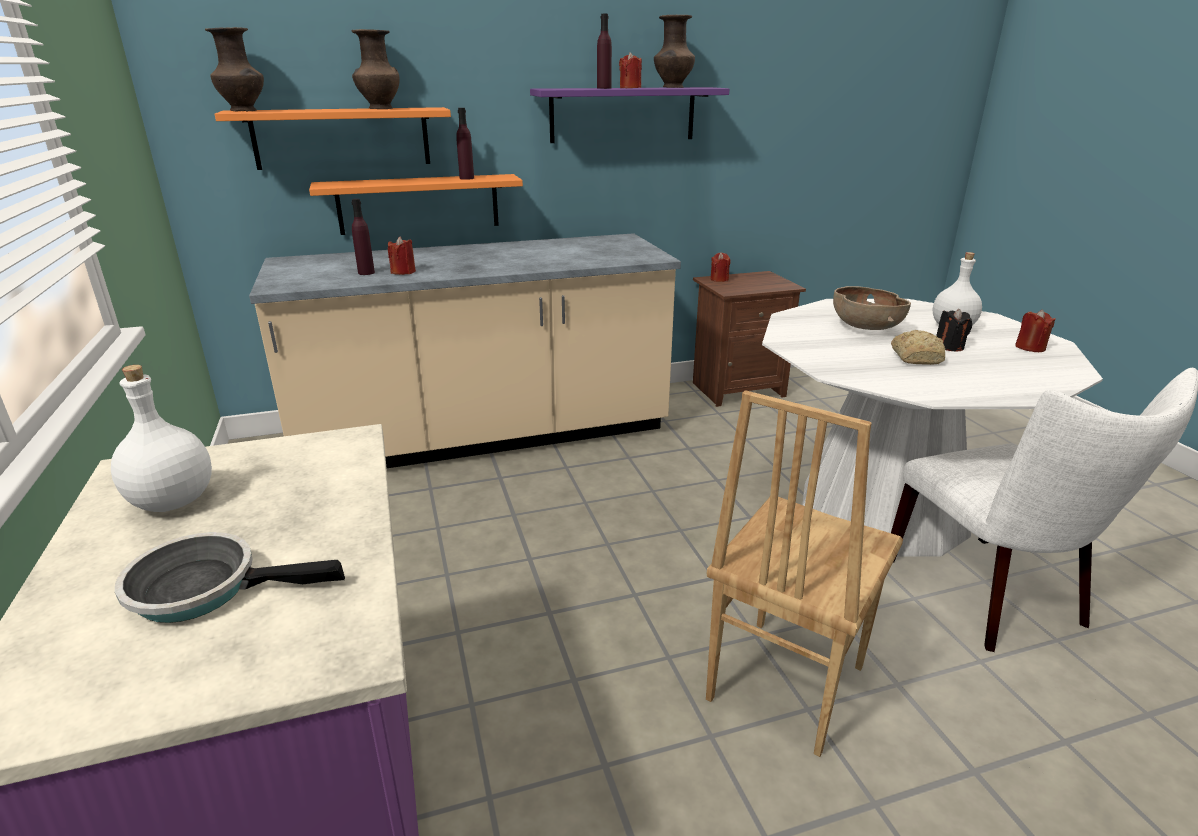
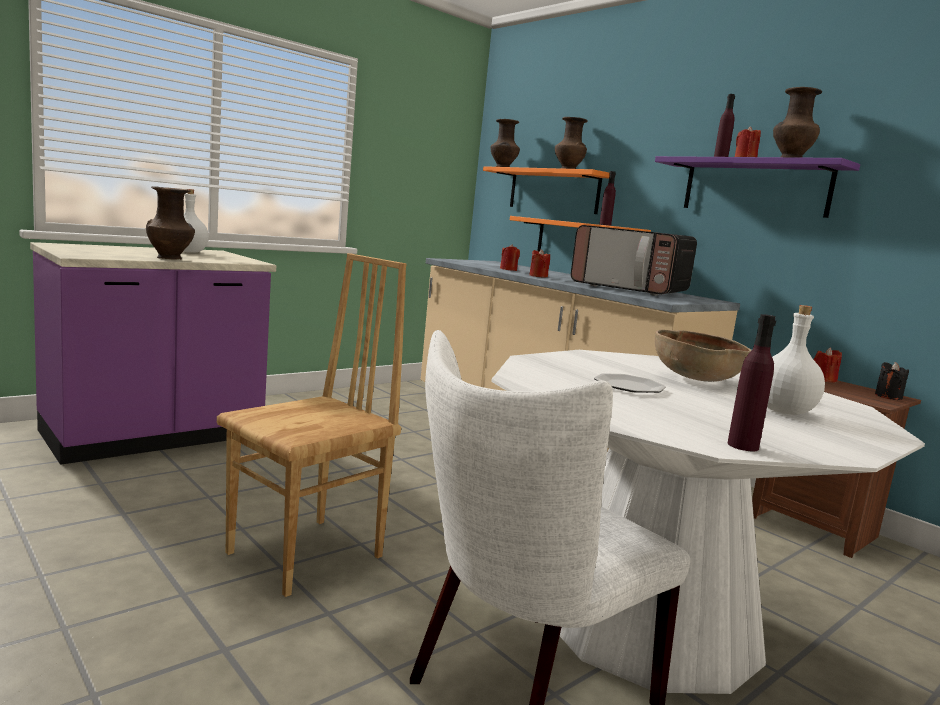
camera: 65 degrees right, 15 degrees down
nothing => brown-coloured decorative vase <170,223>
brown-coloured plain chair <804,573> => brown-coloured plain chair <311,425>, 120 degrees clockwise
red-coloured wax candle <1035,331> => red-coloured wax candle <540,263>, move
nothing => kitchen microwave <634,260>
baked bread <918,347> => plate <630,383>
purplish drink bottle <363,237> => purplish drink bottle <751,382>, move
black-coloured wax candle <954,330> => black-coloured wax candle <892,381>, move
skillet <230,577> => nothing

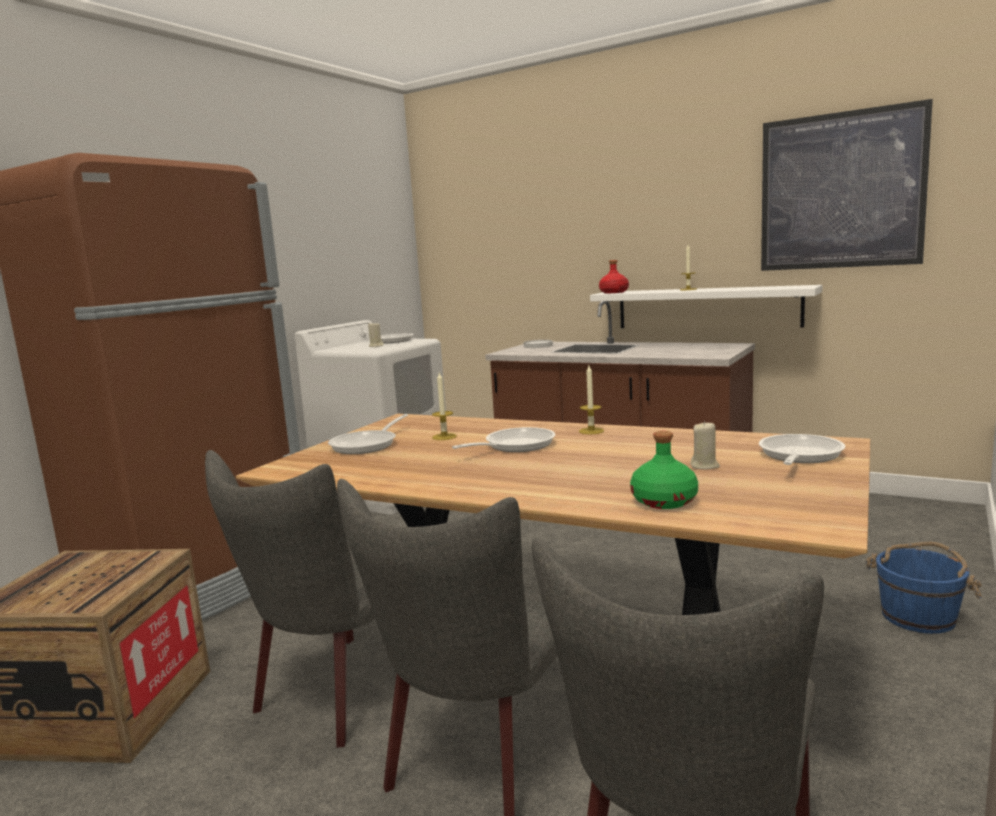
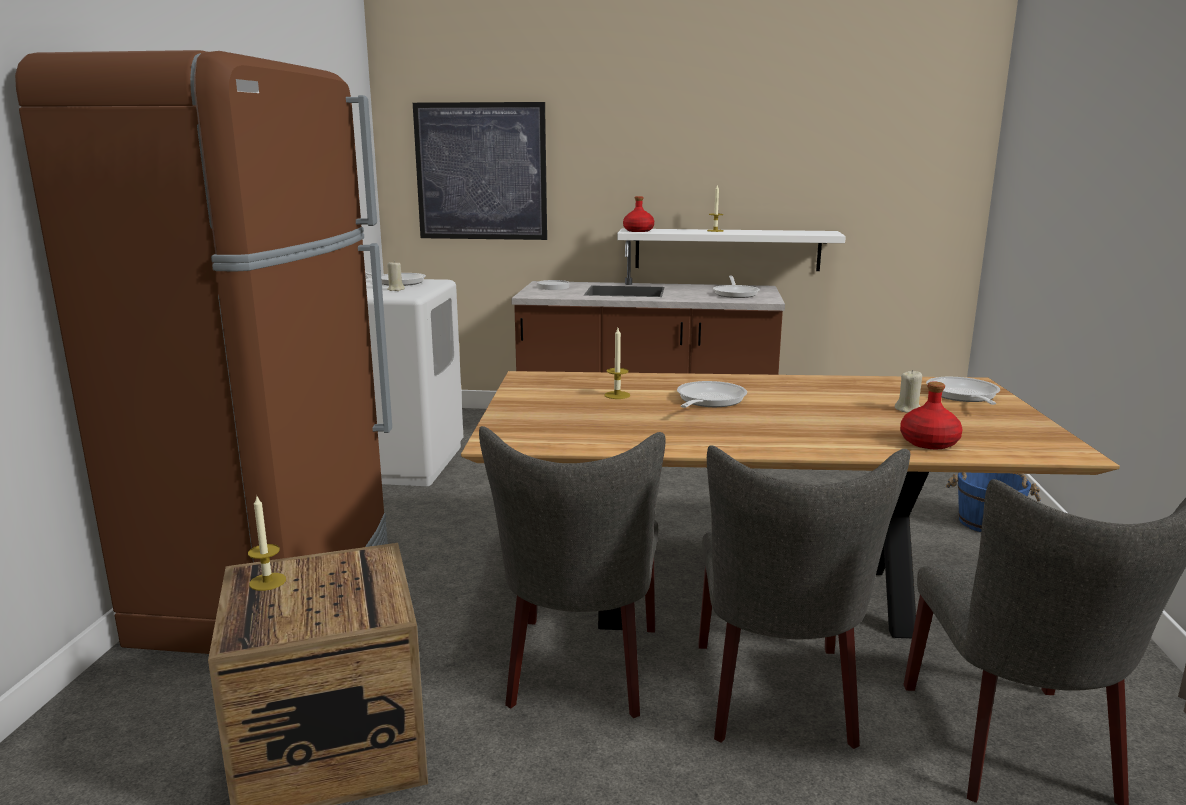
camera: 25 degrees left, 5 degrees up
wax candle <591,399> => wax candle <267,543>, move
wall art <847,185> => wall art <480,171>, move
skillet <368,434> => skillet <736,287>, move
green drink bottle <664,470> => red-coloured drink bottle <931,415>

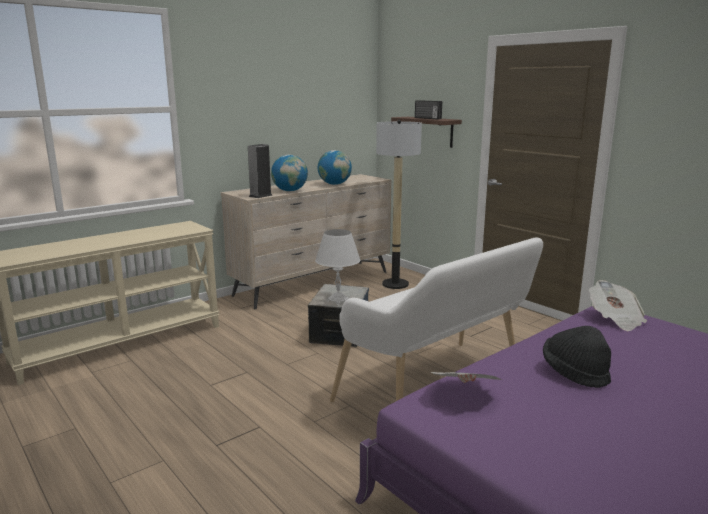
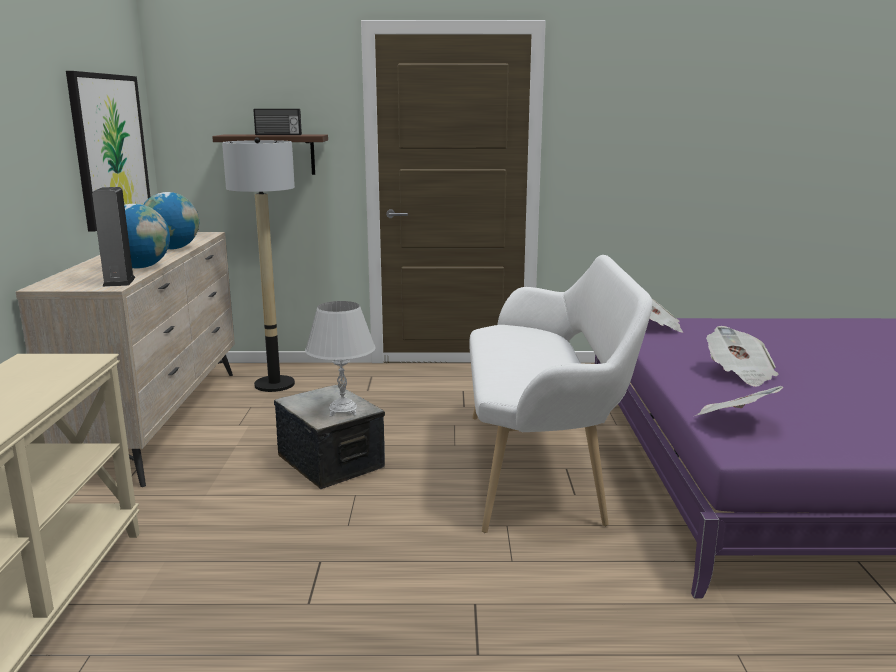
camera: 50 degrees left, 0 degrees up
nothing => wall art <108,151>
black-coloured hat <577,357> => daily paper <742,356>

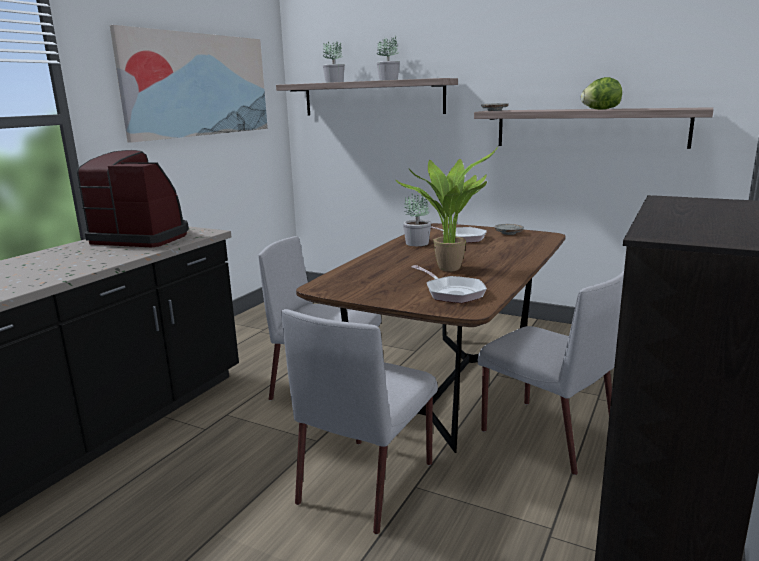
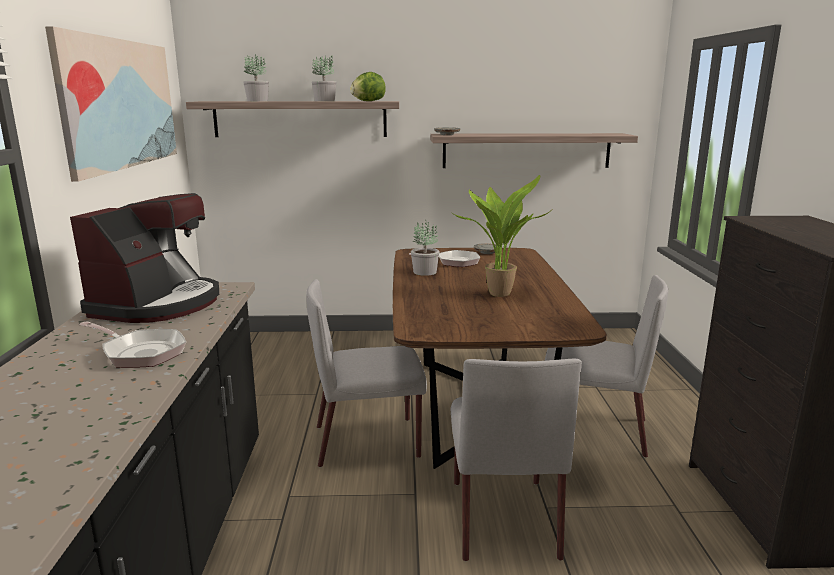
camera: 30 degrees left, 0 degrees up
coffee brewer <133,198> => coffee brewer <144,258>, 120 degrees clockwise
skillet <449,284> => skillet <132,344>, move
lettuce head <601,93> => lettuce head <368,86>, move

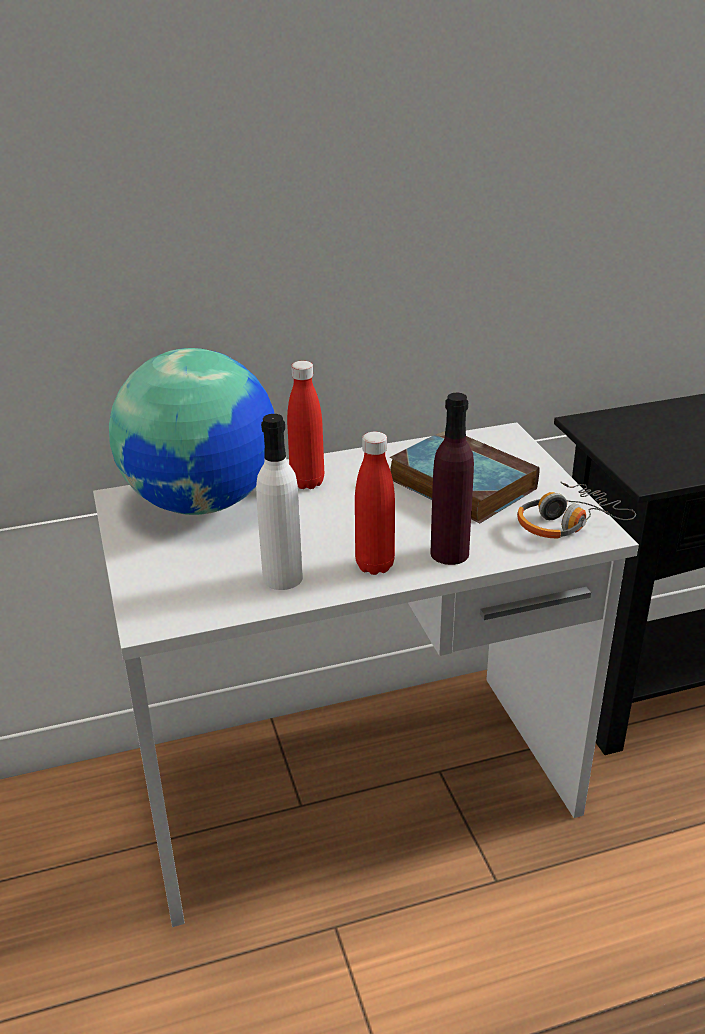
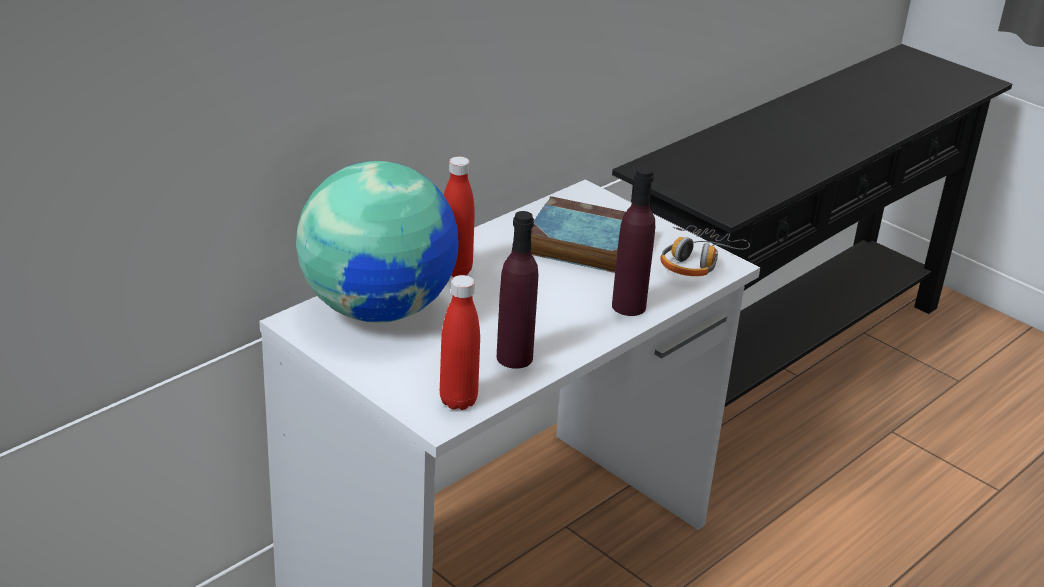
camera: 30 degrees left, 0 degrees up
red-coloured drink bottle <375,503> => red-coloured drink bottle <460,342>, move
white-coloured drink bottle <279,502> => purplish drink bottle <517,290>

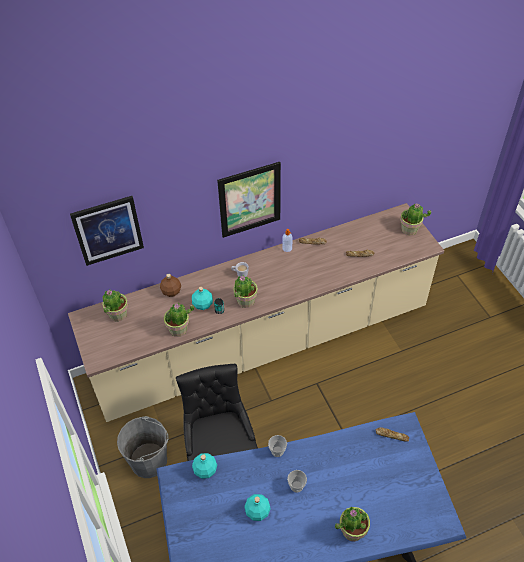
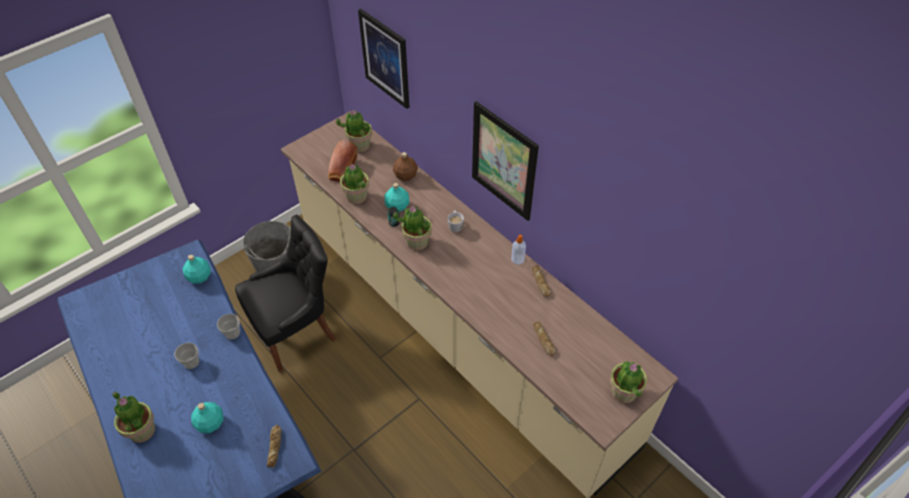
camera: 70 degrees right, 0 degrees up
turquoise-coloured drink bottle <257,507> => turquoise-coloured drink bottle <207,417>, move
nothing => baked bread <343,161>

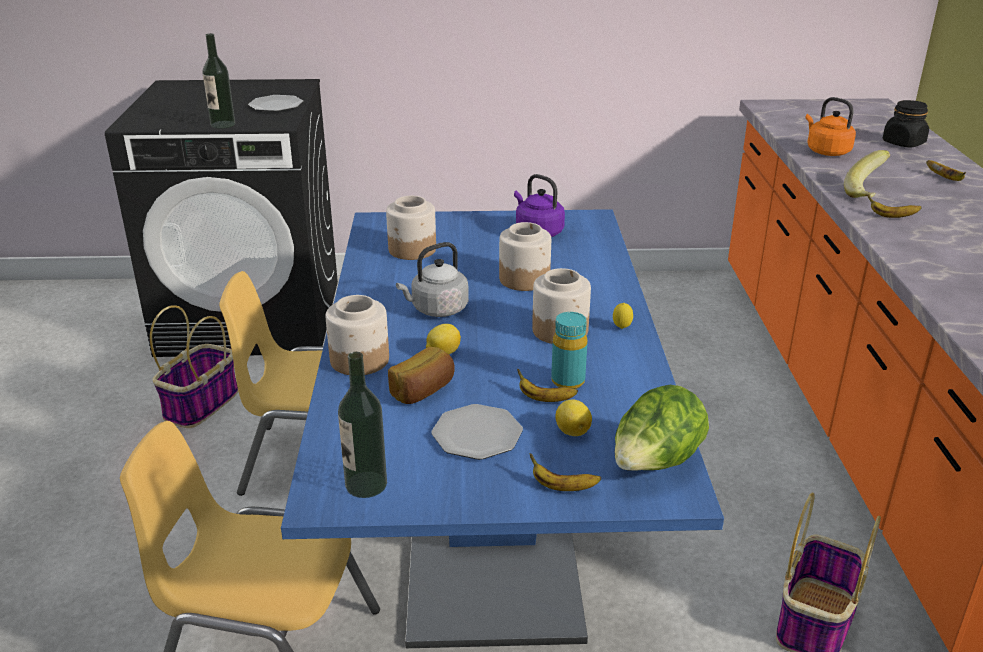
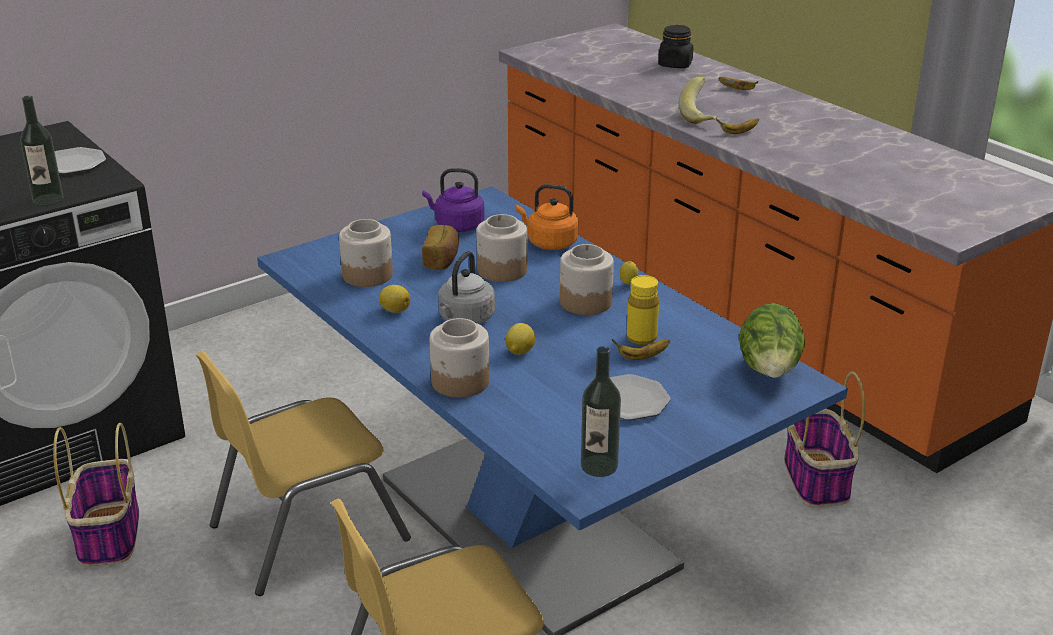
camera: 35 degrees left, 0 degrees up
whole lemon <573,417> => whole lemon <395,299>, move
baked bread <421,375> => baked bread <440,247>, move
orange tea kettle <830,126> => orange tea kettle <547,217>, move
turquoise-coloured drink bottle <569,350> => yellowish drink bottle <643,310>
whole banana <565,472> => nothing

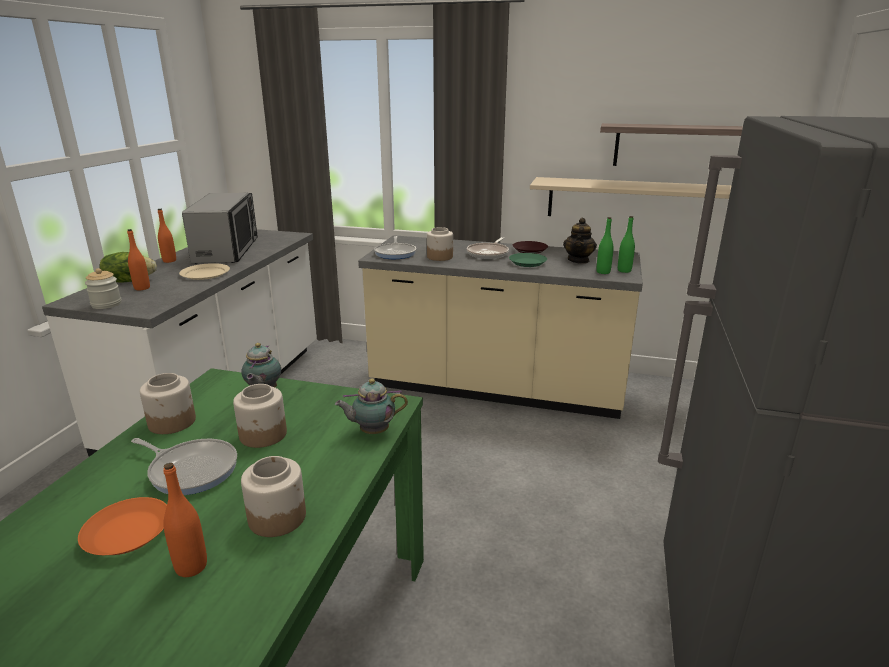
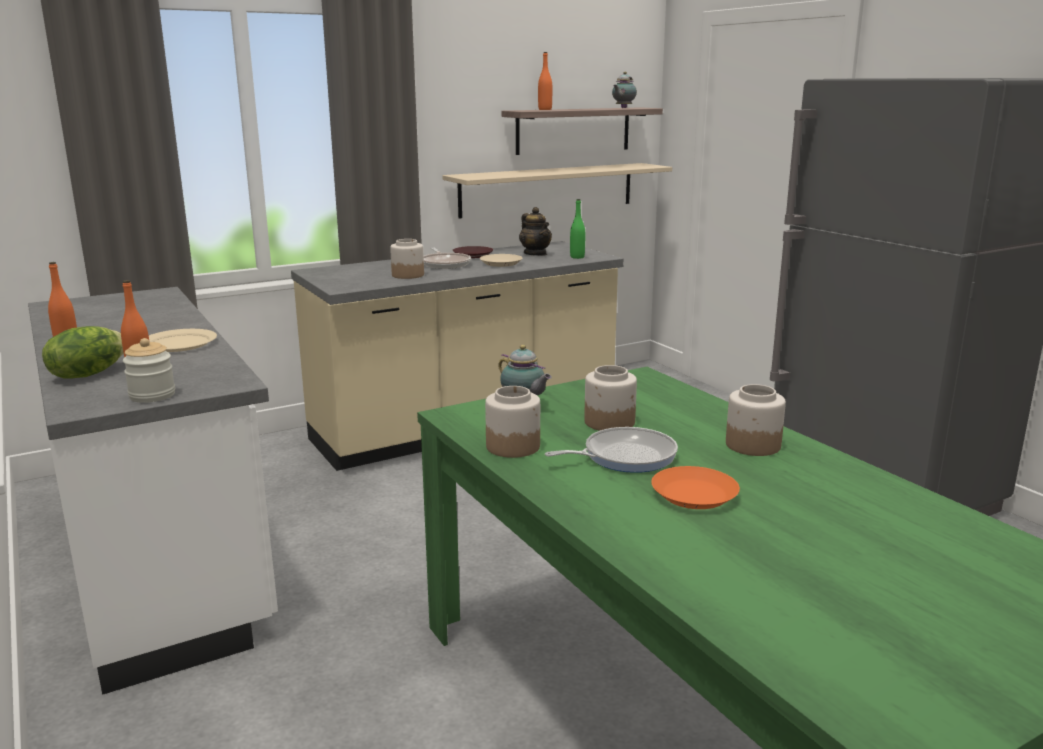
camera: 45 degrees left, 5 degrees down
green plate <528,260> => beige-coloured plate <501,260>
orange drink bottle <185,520> => orange drink bottle <545,81>, move
teapot <371,406> => teapot <624,90>, move
kitchen microwave <220,228> => nothing
skillet <395,247> => nothing
green drink bottle <626,244> => nothing

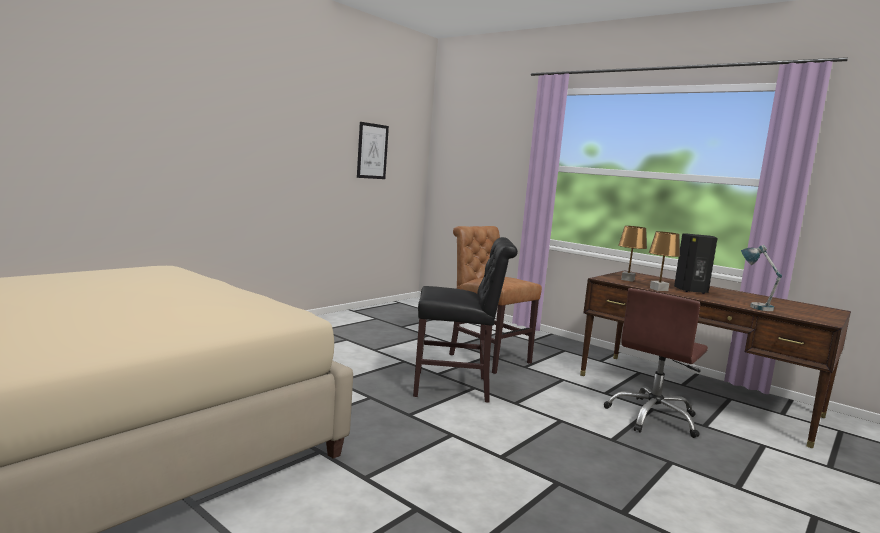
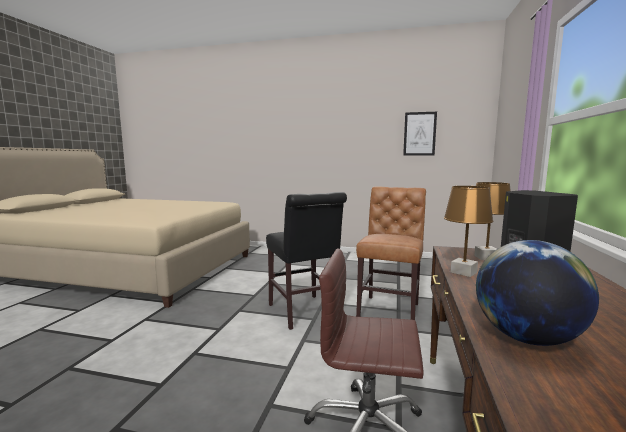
camera: 65 degrees right, 0 degrees up
tabletop lamp <761,278> => world globe <537,293>

